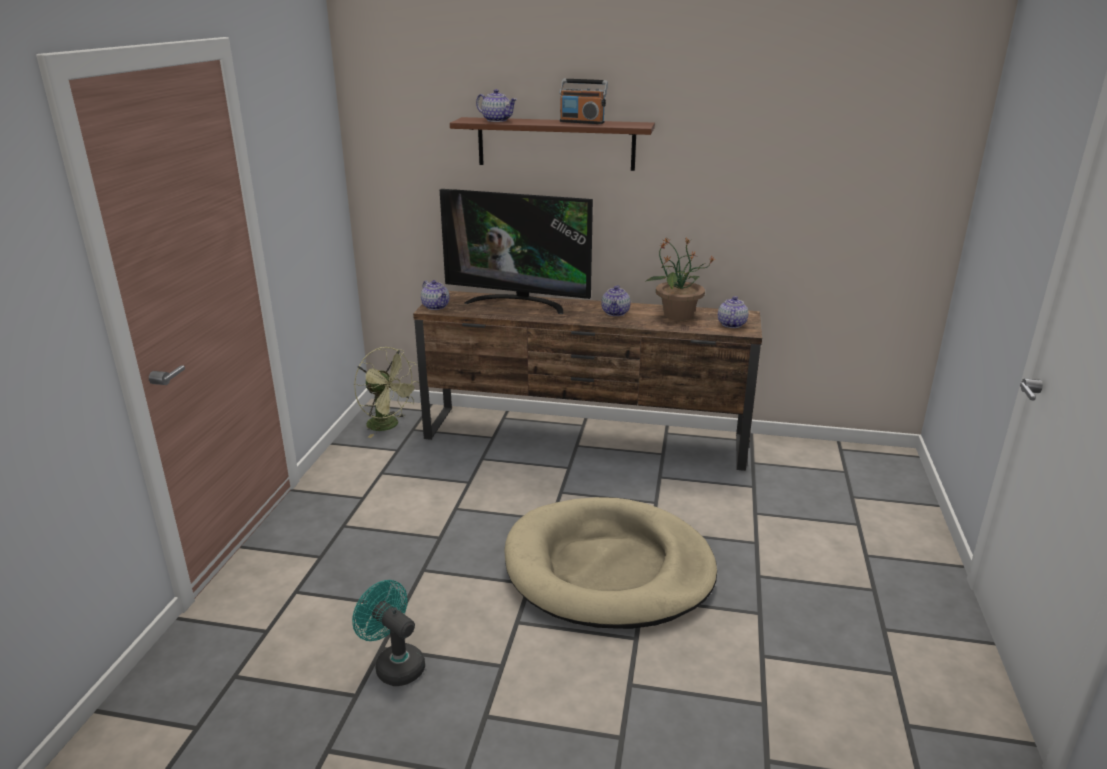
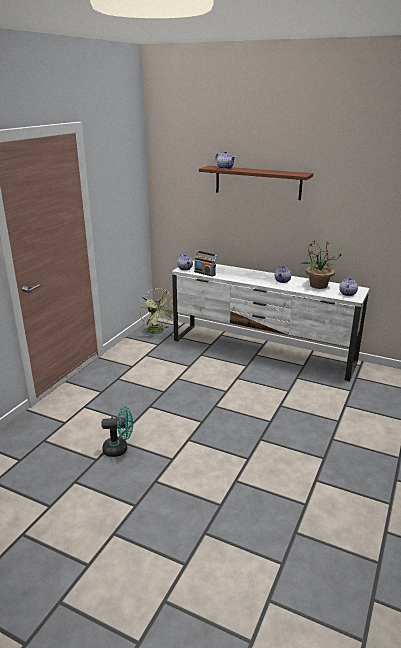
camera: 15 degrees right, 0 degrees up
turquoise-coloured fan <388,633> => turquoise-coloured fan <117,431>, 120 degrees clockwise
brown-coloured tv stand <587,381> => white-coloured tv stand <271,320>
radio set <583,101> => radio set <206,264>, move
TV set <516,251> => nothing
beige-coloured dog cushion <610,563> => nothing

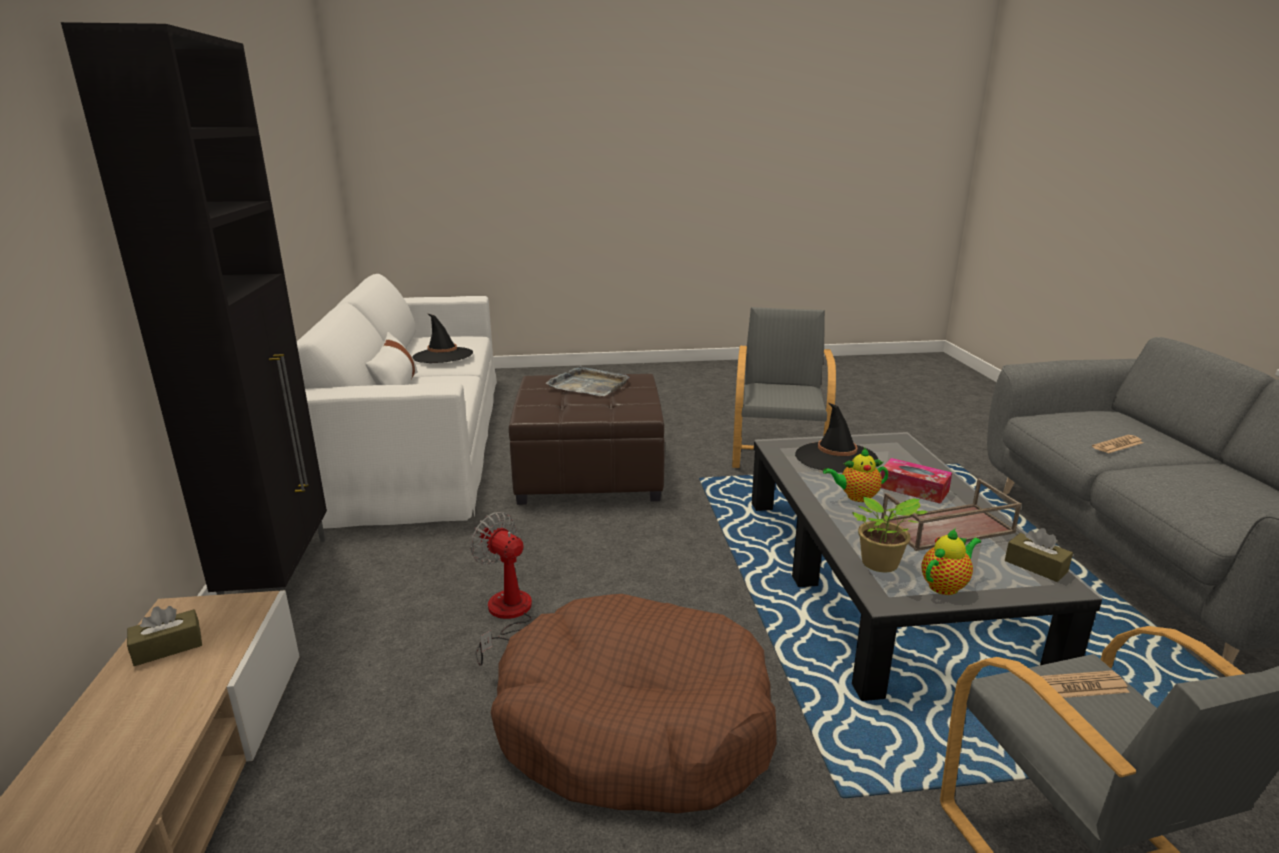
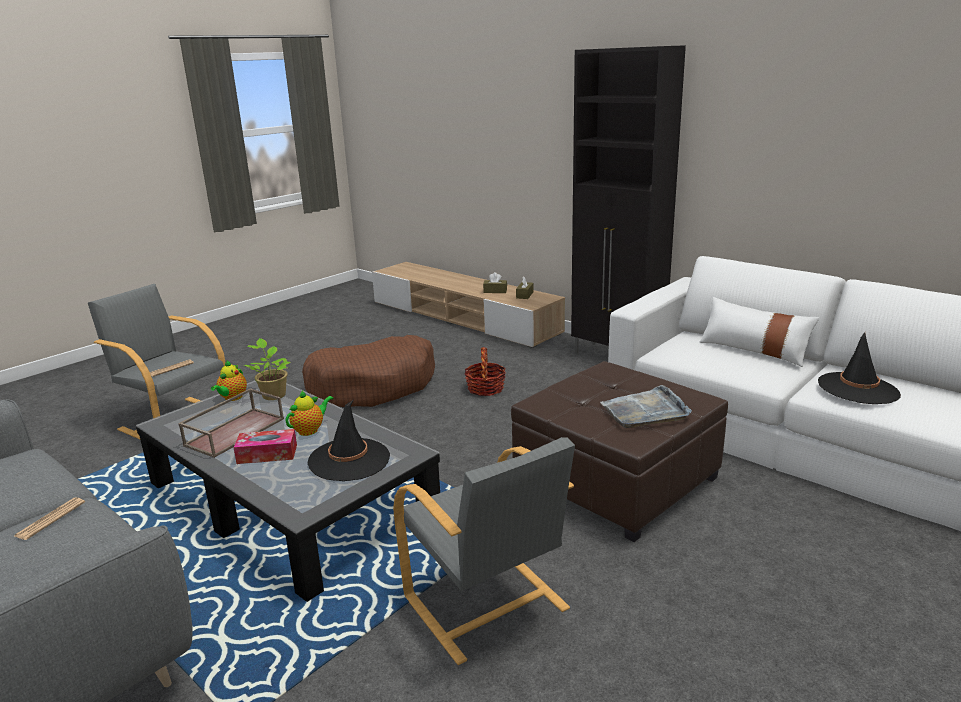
camera: 140 degrees right, 0 degrees up
fan <501,589> => storage basket <485,371>
brown-coloured tissue box <1039,555> => brown-coloured tissue box <495,282>, move

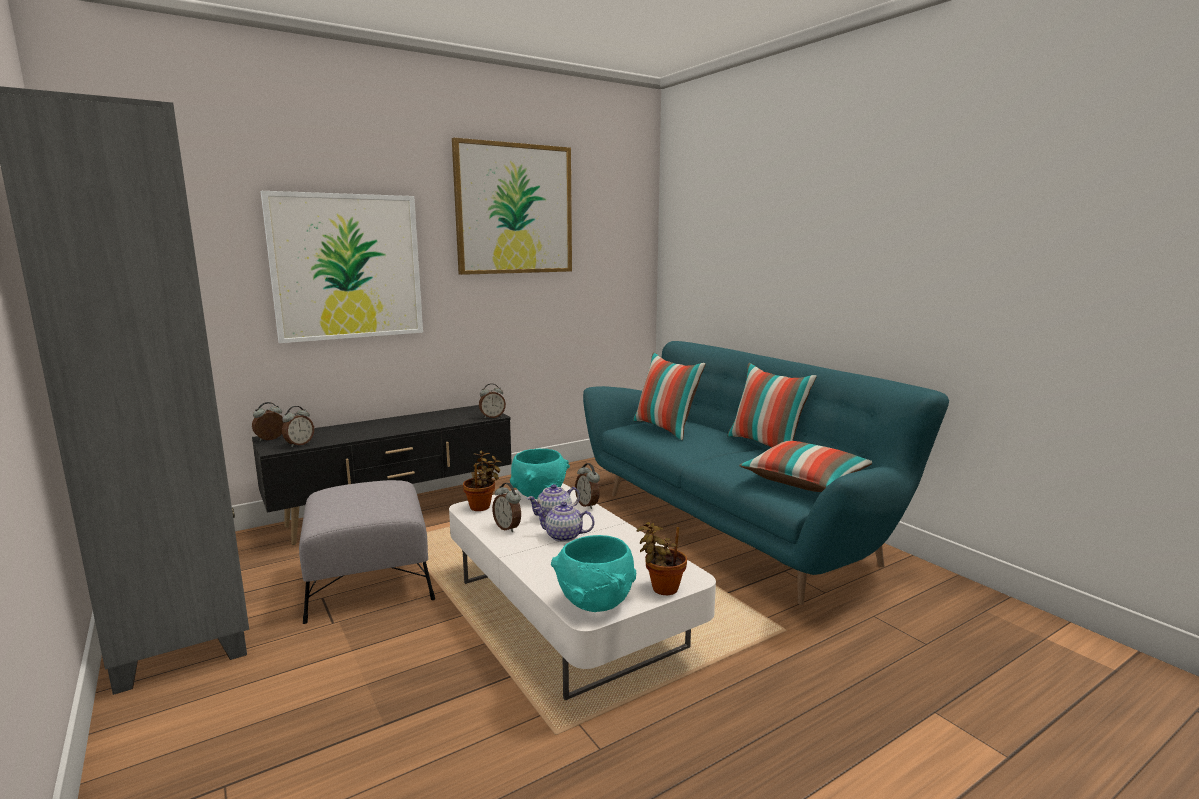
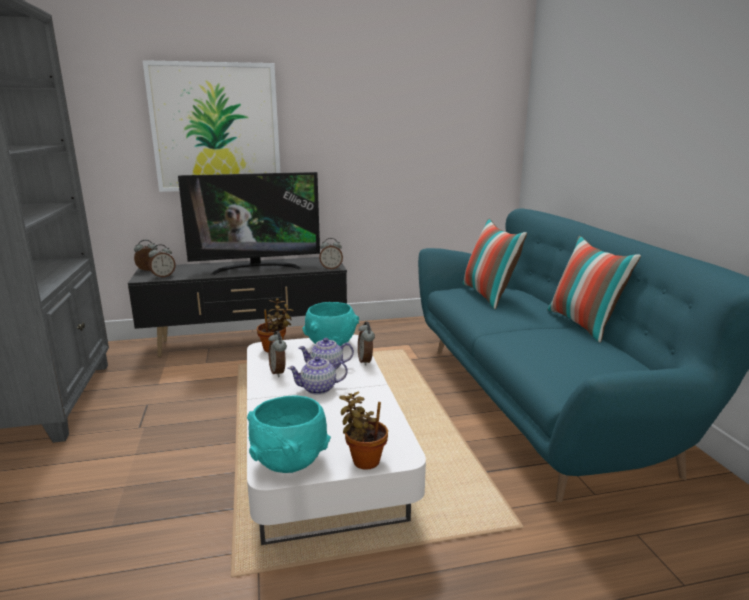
camera: 20 degrees right, 5 degrees up
nothing => TV set <249,223>
teapot <564,522> => teapot <318,375>, 45 degrees counterclockwise
gray footrest <367,552> => nothing
wall art <512,206> => nothing
throw pillow <805,466> => nothing

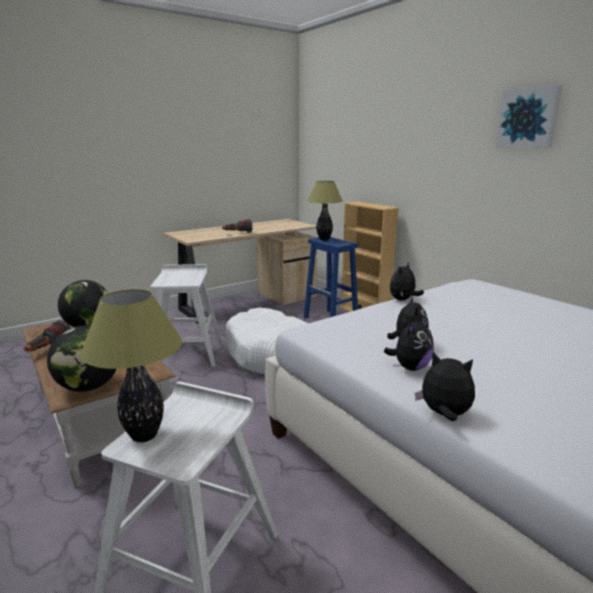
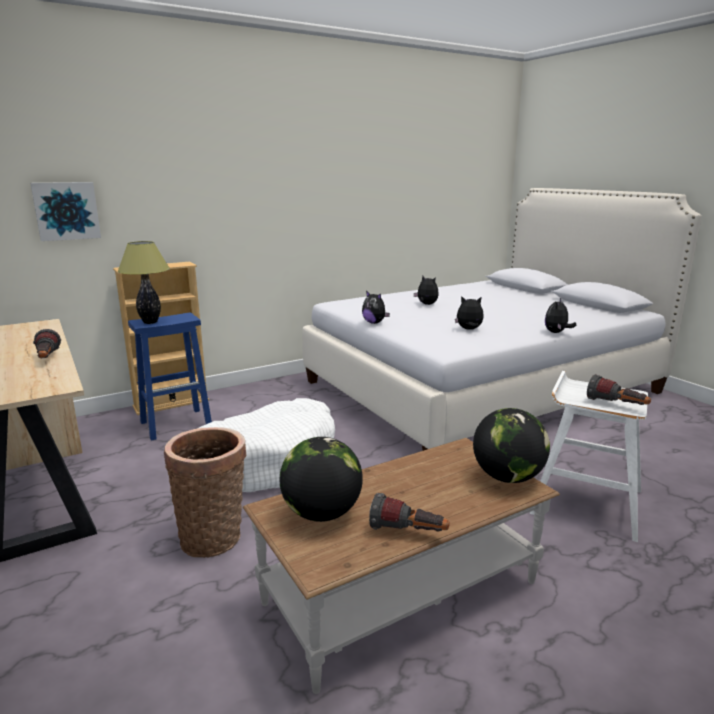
camera: 85 degrees left, 0 degrees up
wall art <528,116> => wall art <65,211>, move
white-coloured sitting stool <186,315> => storage basket <205,492>
soft toy <409,343> => soft toy <426,290>, move
tabletop lamp <131,365> => hand torch <619,389>

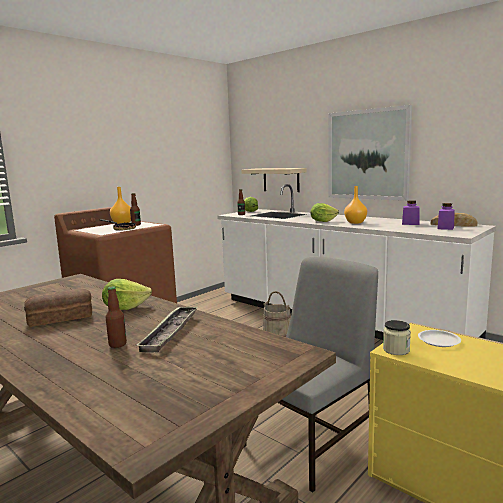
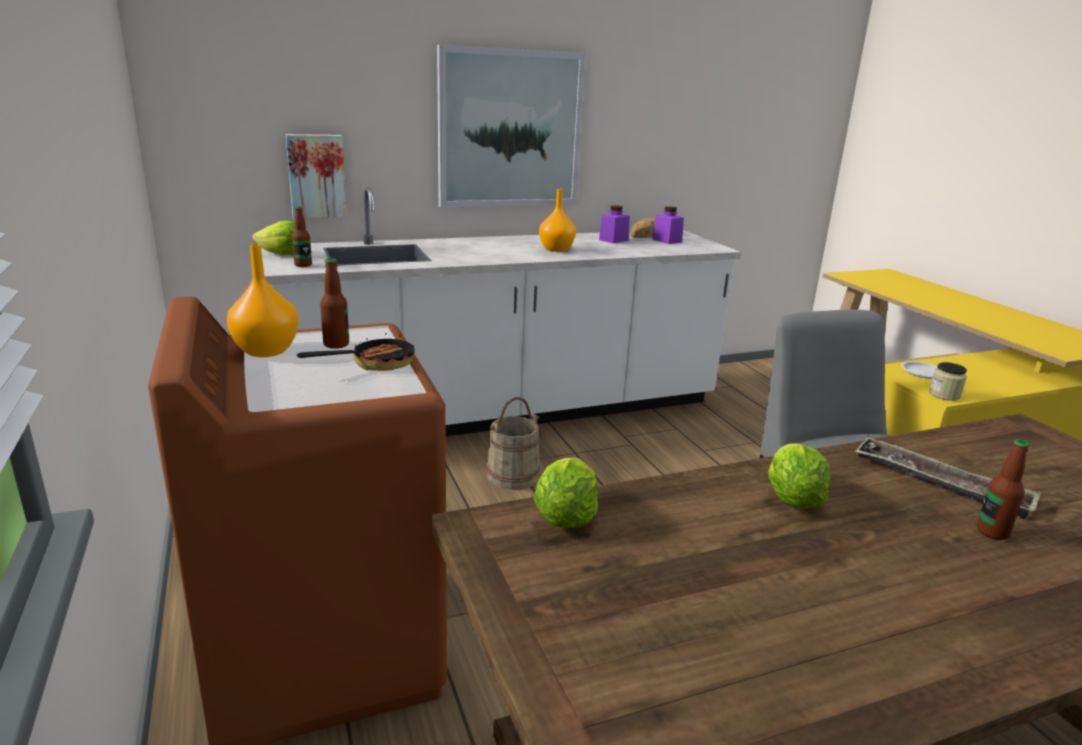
camera: 65 degrees left, 10 degrees up
beige-coloured bracket shelf <274,180> => wall art <316,176>
lettuce head <324,212> => lettuce head <565,493>, move
baked bread <58,308> => nothing

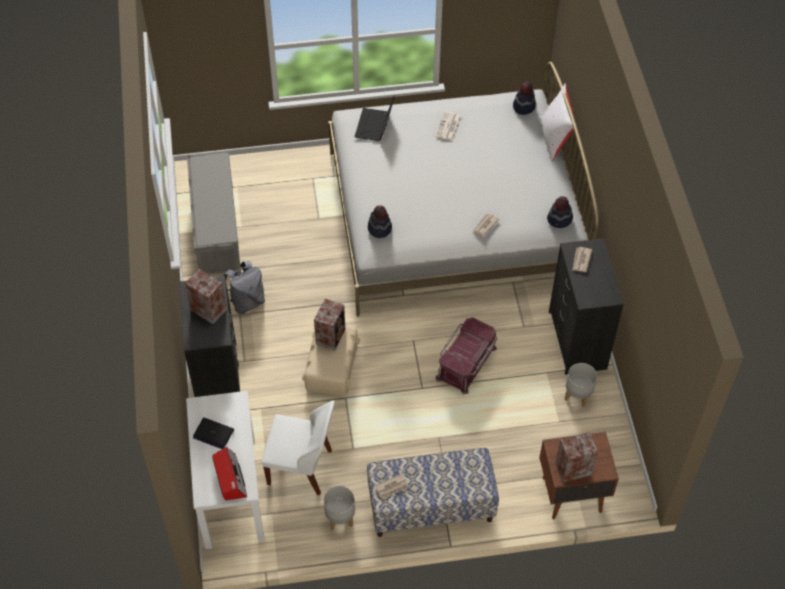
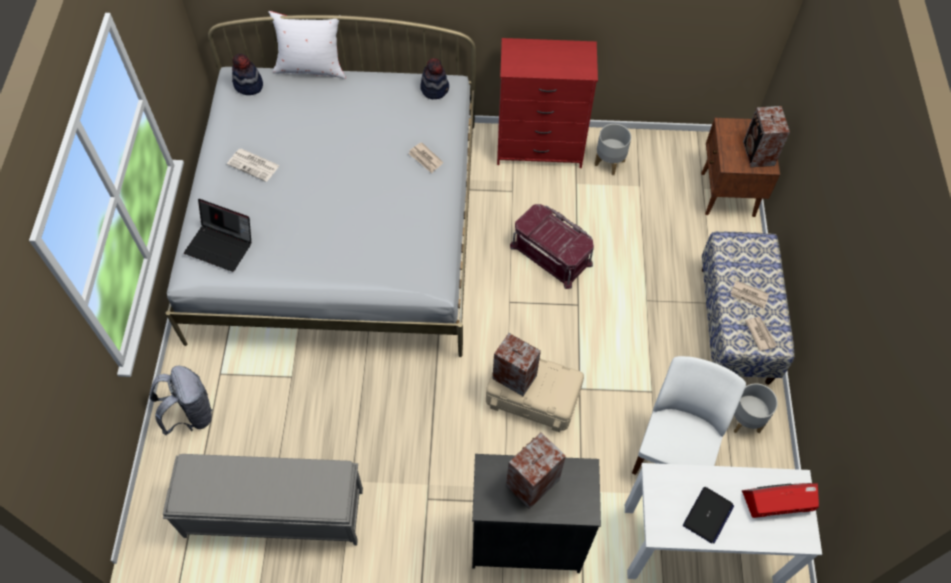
camera: 80 degrees left, 5 degrees up
gray backpack <244,287> => gray backpack <181,400>, move
black-coloured dresser <586,306> => red-coloured dresser <547,103>
daily paper <582,259> => daily paper <750,294>, move
hat <380,221> => nothing

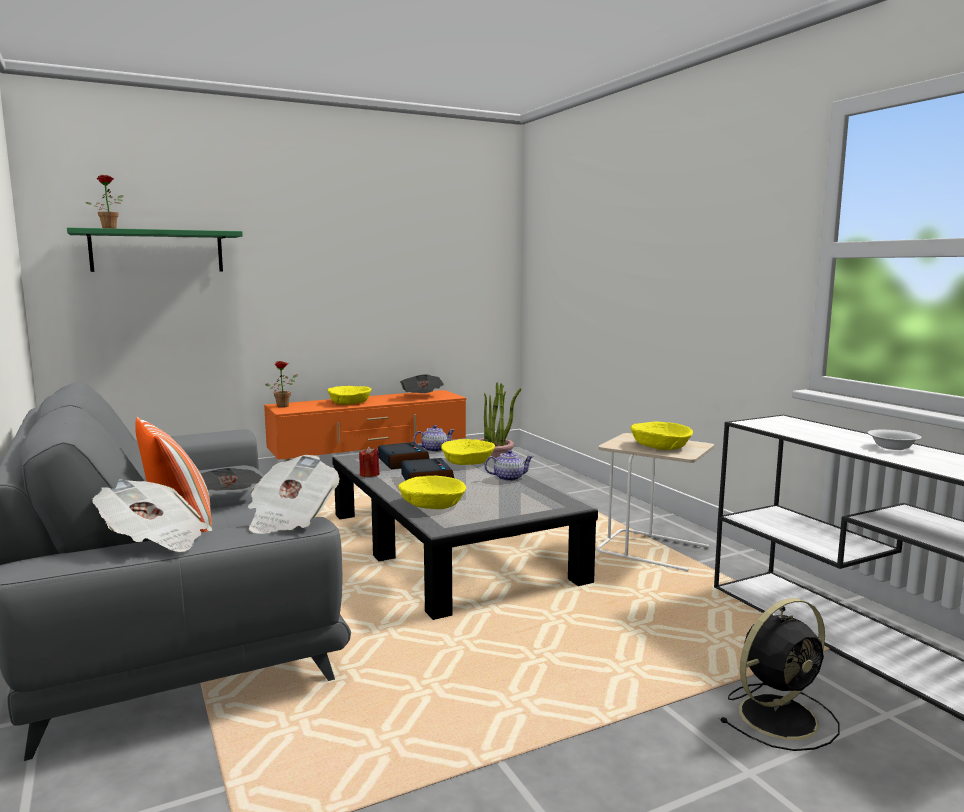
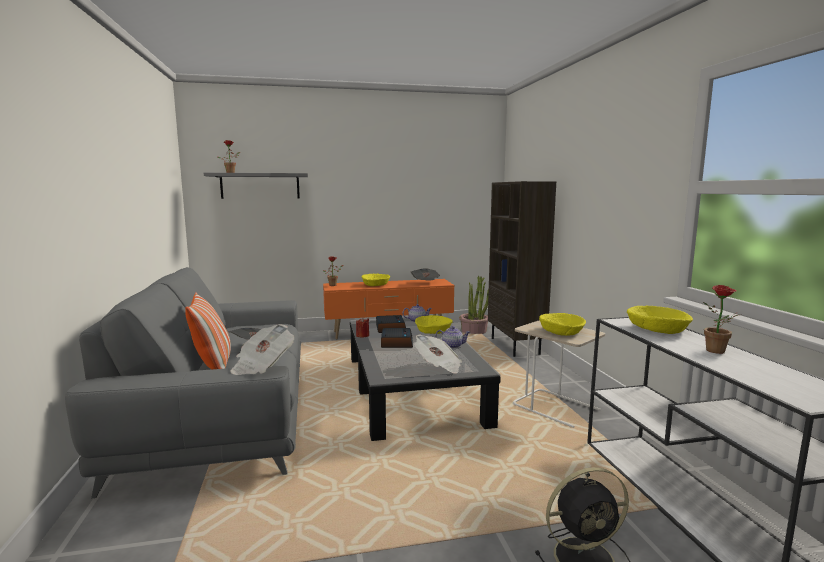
camera: 15 degrees right, 0 degrees up
green bracket shelf <155,249> => gray bracket shelf <256,186>
daily paper <150,515> => daily paper <438,354>, move
nothing => brown-coloured bookshelf <522,269>
yellowish bowl <432,492> => yellowish bowl <660,320>, move
white-coloured bowl <894,440> => houseplant <722,319>

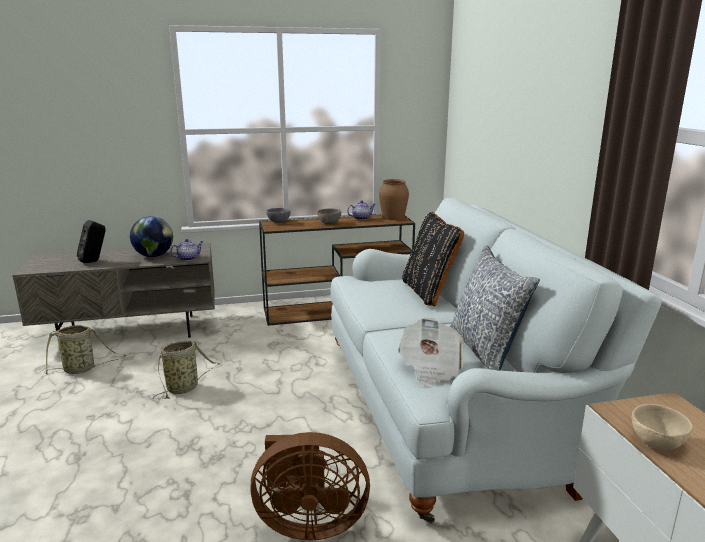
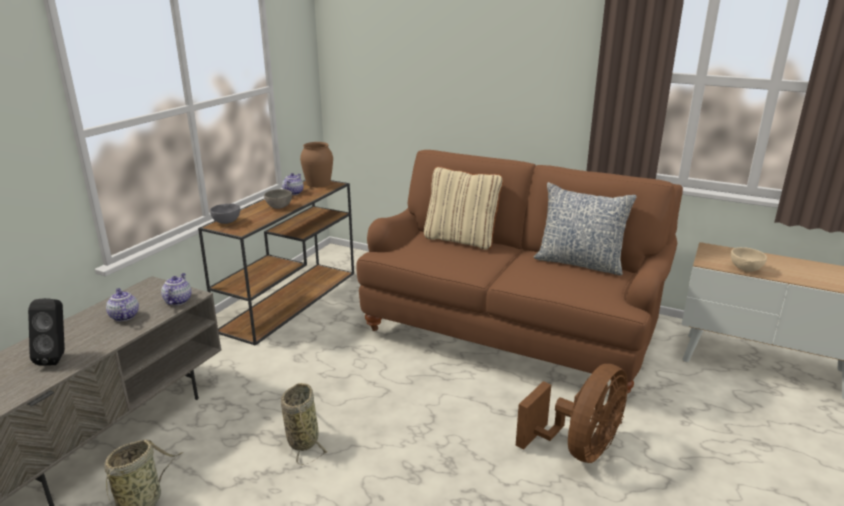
camera: 50 degrees left, 5 degrees up
world globe <151,236> => teapot <122,304>
white-coloured couch <496,360> => brown-coloured couch <519,271>
black-coloured throw pillow <433,259> => beige-coloured throw pillow <463,208>
daily paper <431,352> => nothing

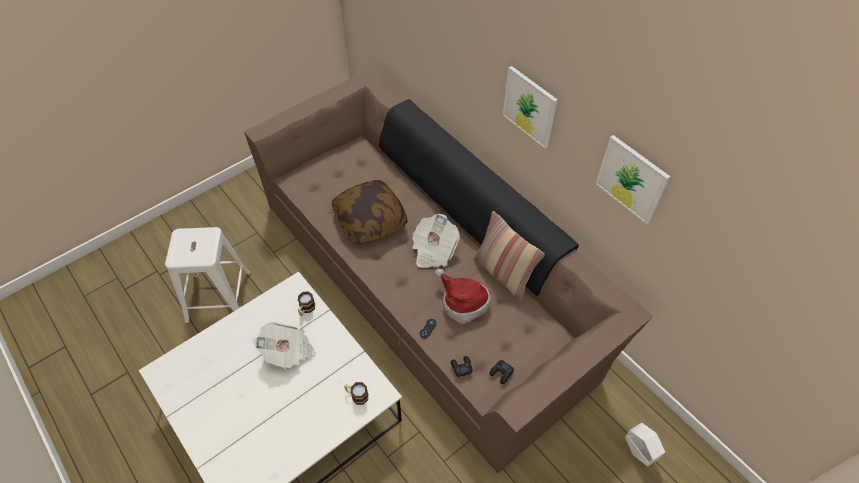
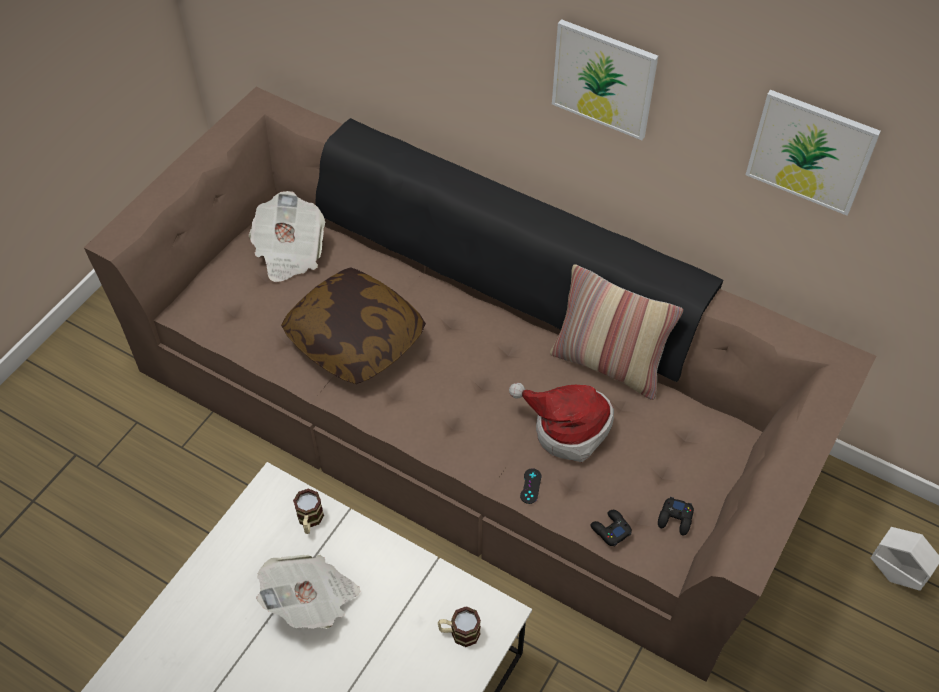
camera: 20 degrees left, 0 degrees up
daily paper <436,241> => daily paper <287,236>, move
white-coloured sitting stool <208,275> => nothing

